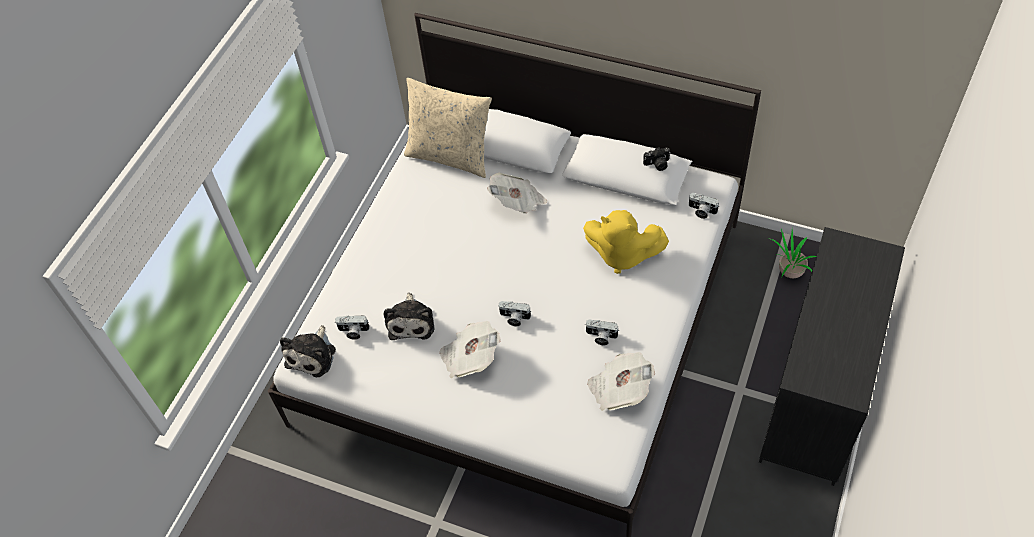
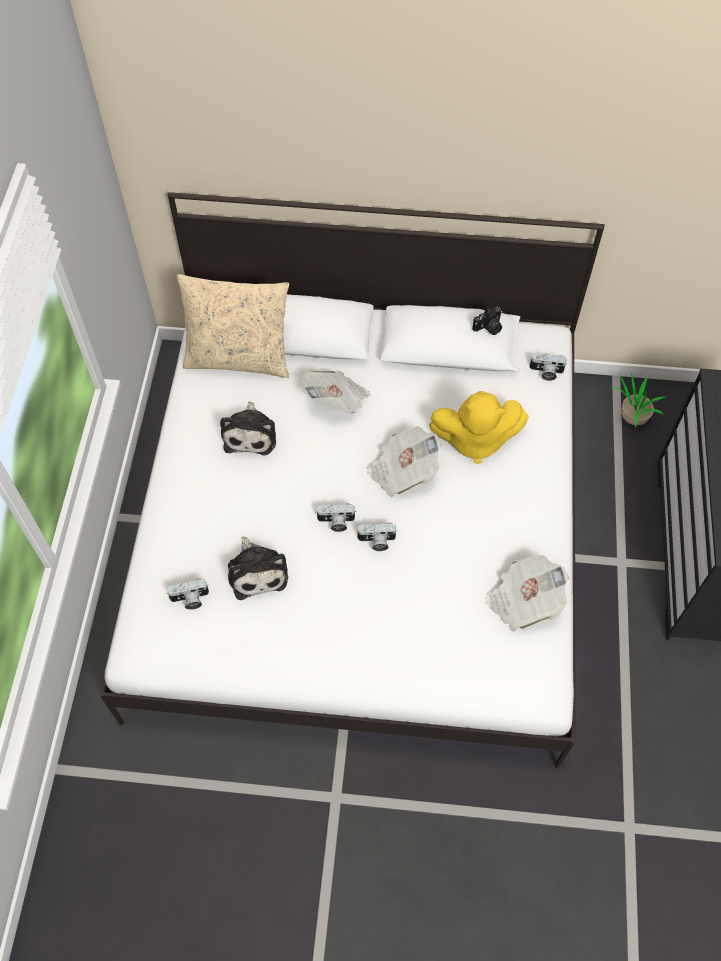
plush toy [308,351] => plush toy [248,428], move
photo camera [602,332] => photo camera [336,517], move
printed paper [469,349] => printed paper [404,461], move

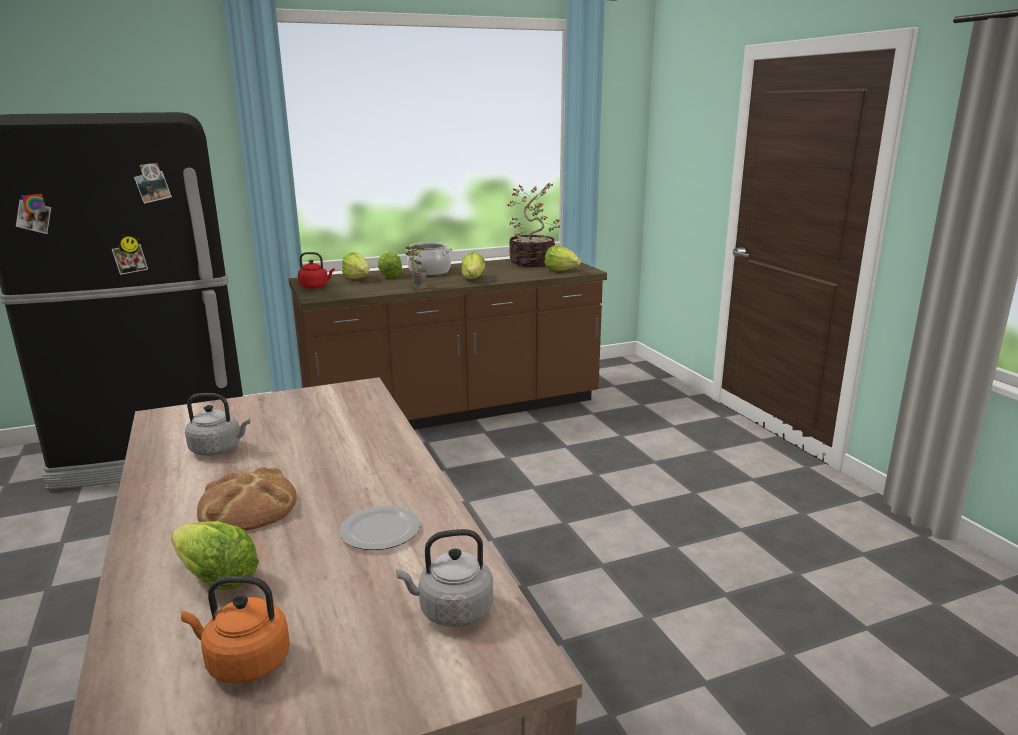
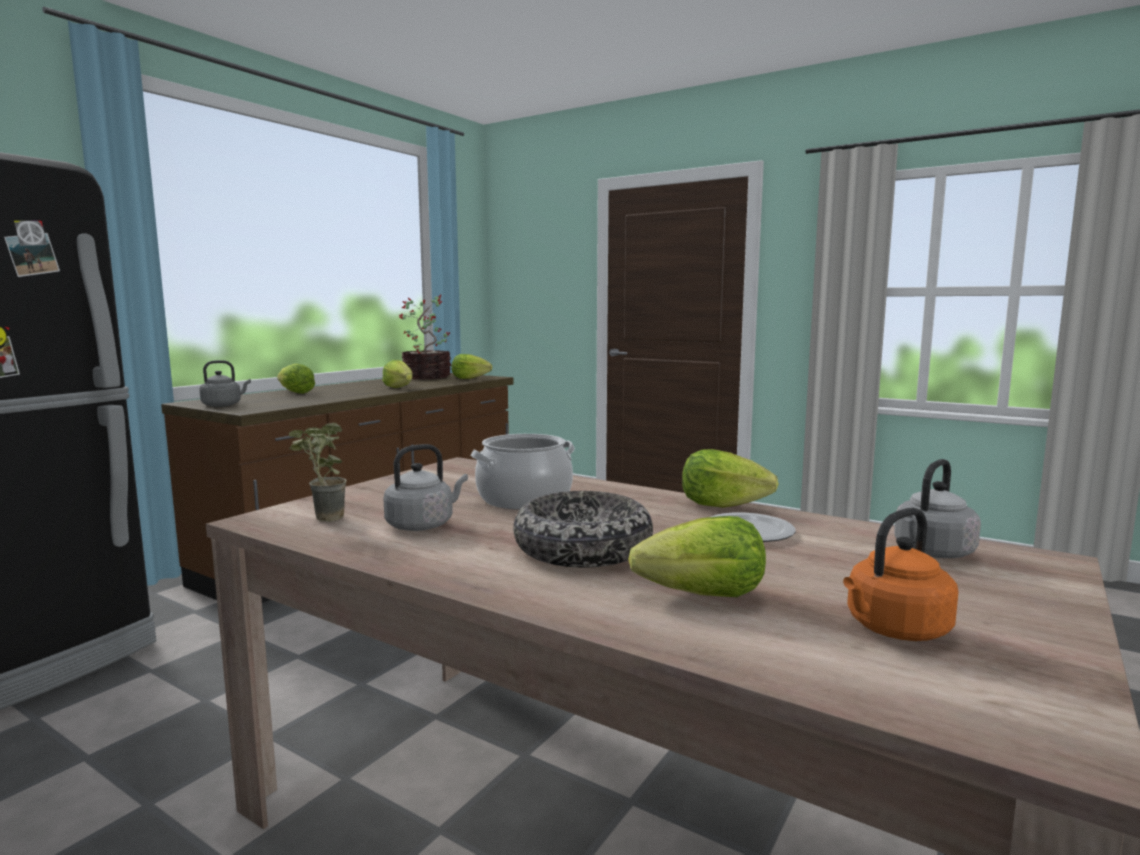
red water kettle [316,270] => gray water kettle [225,383]
plant in a pot [416,267] => plant in a pot [318,472], move
stockpot [429,258] => stockpot [523,472], move
bakery bread [247,499] => serving bowl [583,529]
lettuce [355,265] => lettuce [730,478], move

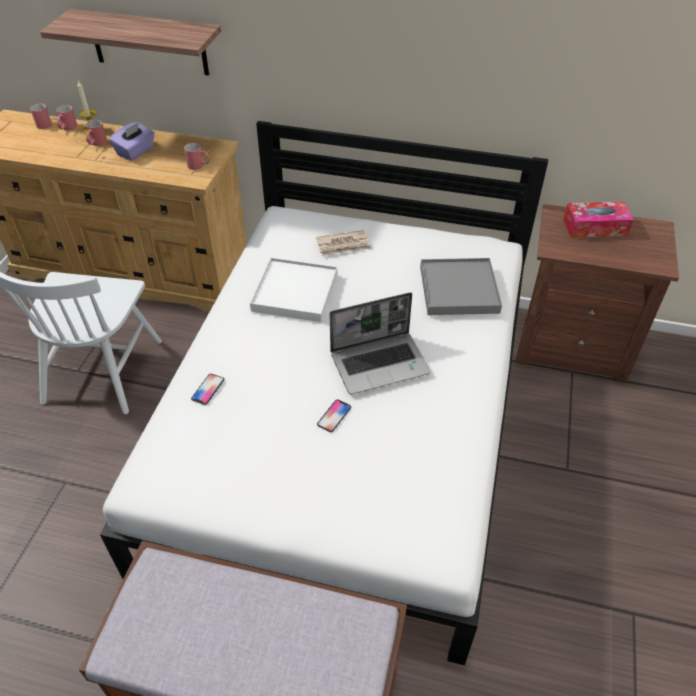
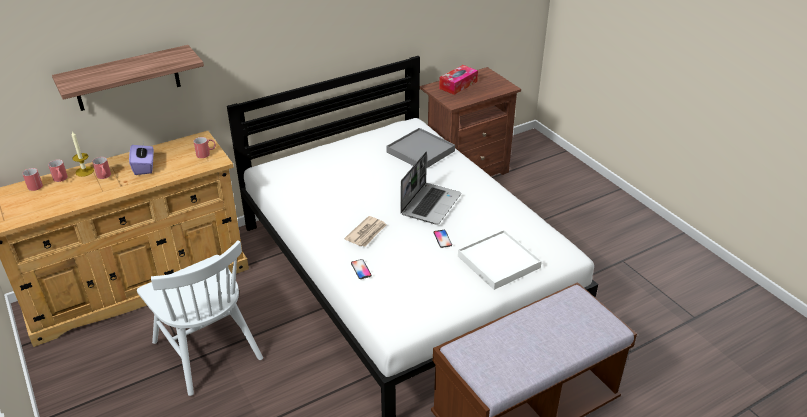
printed paper [344,243] => printed paper [365,231], move
white-coloured tray [293,289] => white-coloured tray [500,260], move

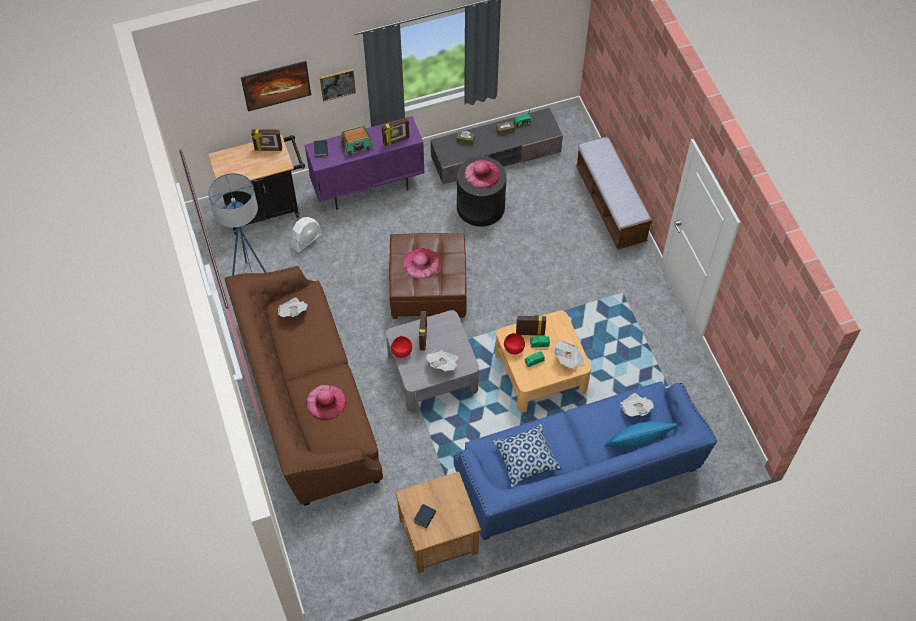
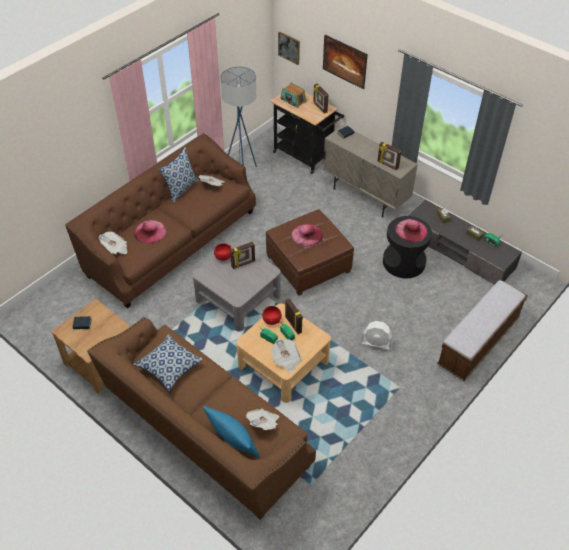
bluish settee [586,461] => brown-coloured settee [201,418]
printed paper [442,360] => printed paper [113,243], move
nothing => cushion [179,175]
picture [338,85] => picture [289,48], move
radio receiver [357,140] => radio receiver [293,95], move
purple cabinet [364,163] => beige-coloured cabinet [370,171]
white-coloured fan [306,235] => white-coloured fan [376,335], move

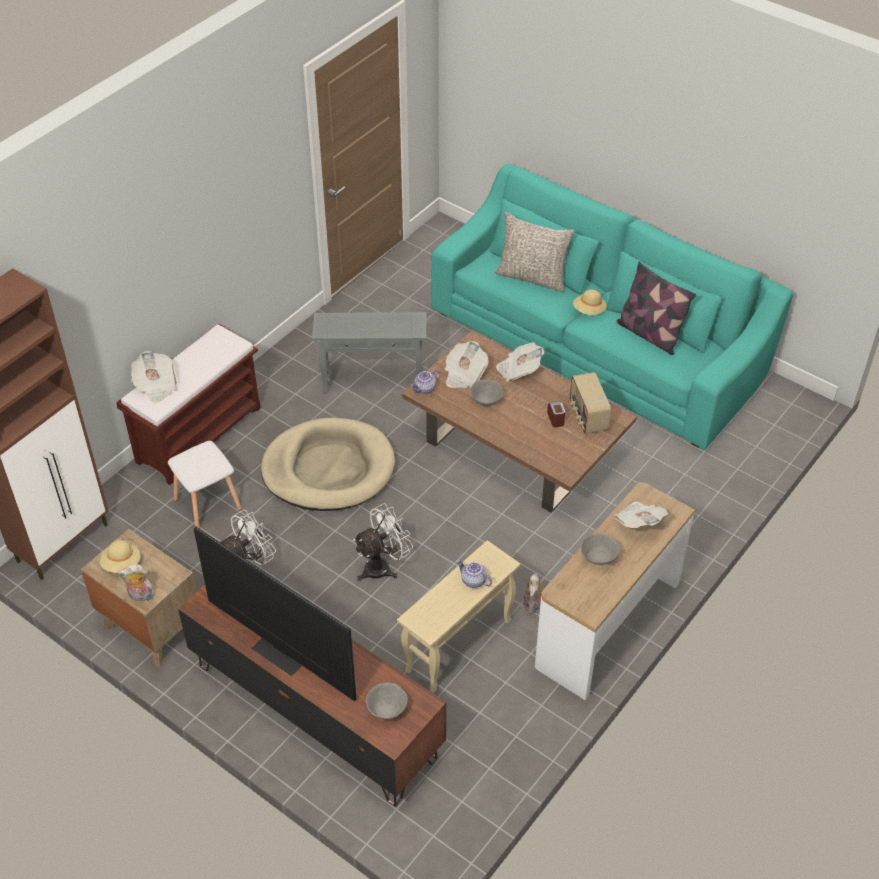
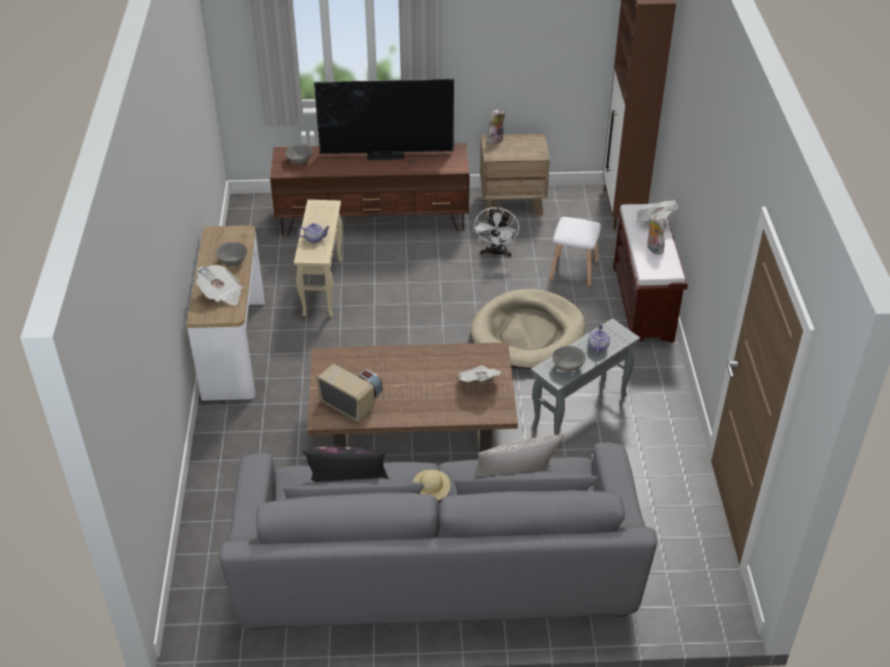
turquoise-coloured settee [612,307] => gray settee [438,536]
gray serving bowl [487,392] => gray serving bowl [569,359], move
tea pot [425,381] => tea pot [599,338], move
plush toy [532,593] => plush toy [656,235], move
beige-coloured clothing hat [120,556] => nothing
white-coloured fan [383,542] => nothing
printed paper [520,361] => nothing

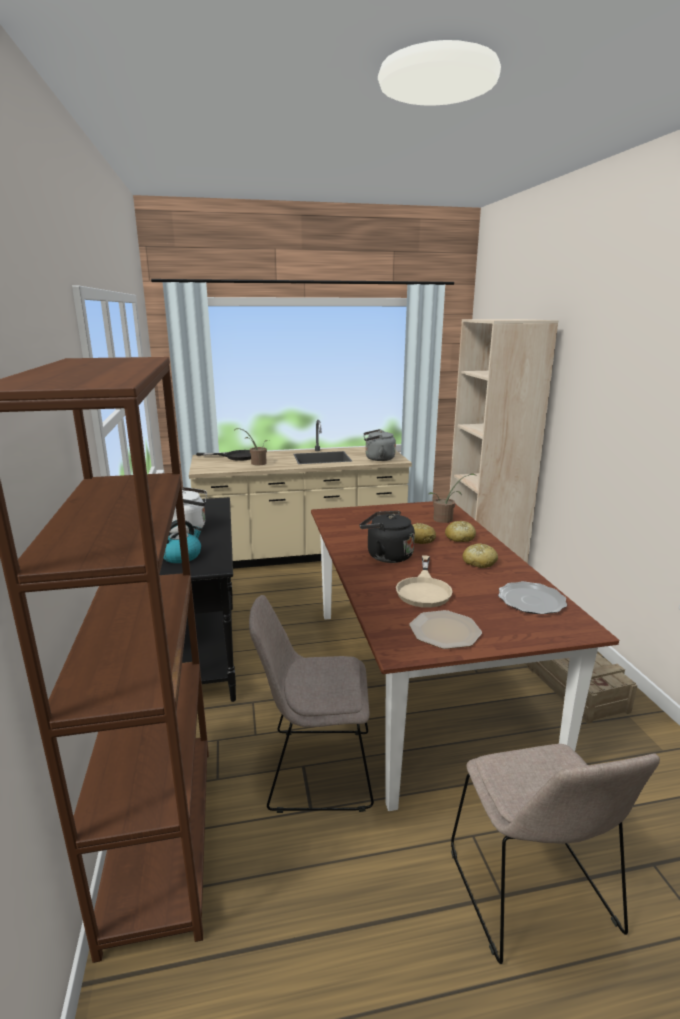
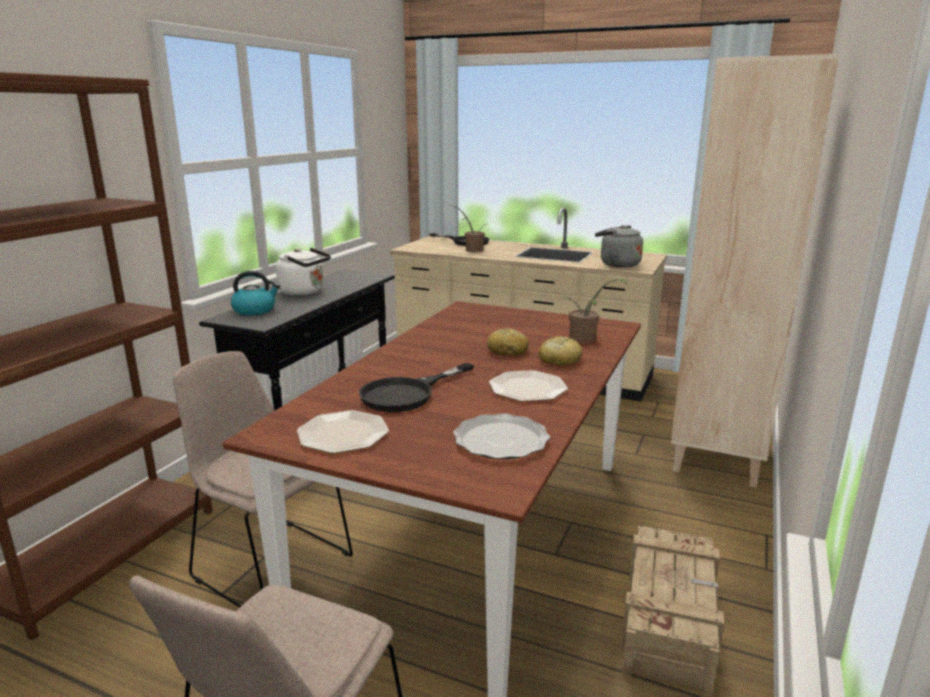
beige-coloured skillet [424,582] => black-coloured skillet [416,387]
bakery bread [480,555] => plate [528,386]
black-coloured water kettle [387,537] => nothing

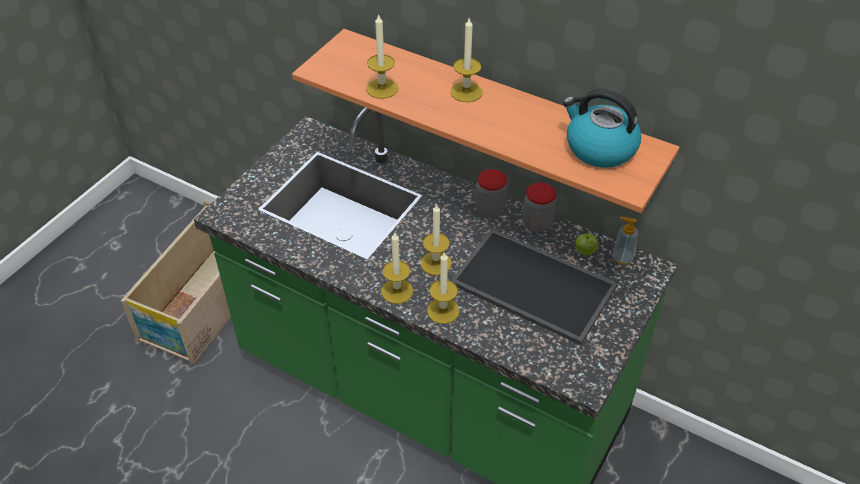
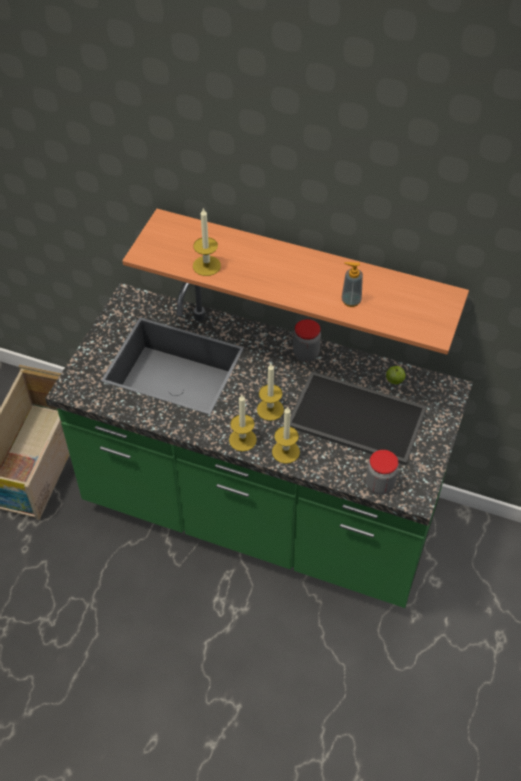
soap bottle [625,241] => soap bottle [352,284], move
storage jar [539,207] => storage jar [382,472], move
wax candle [466,60] => nothing
water kettle [602,128] => nothing

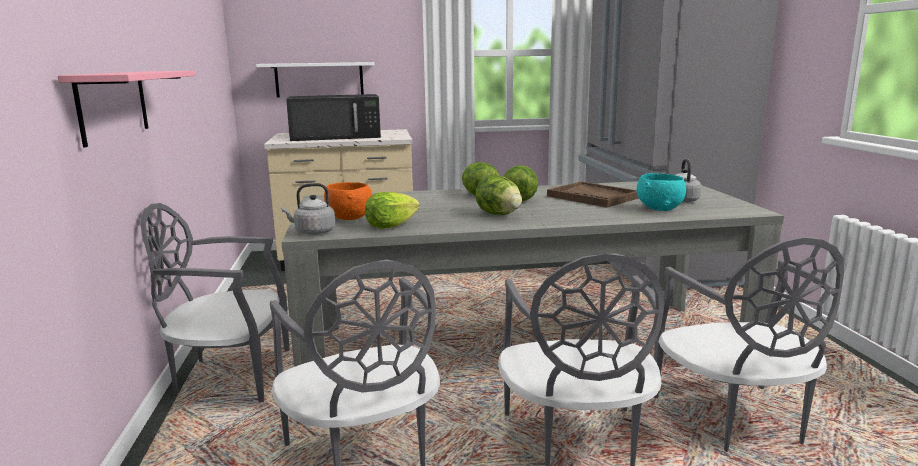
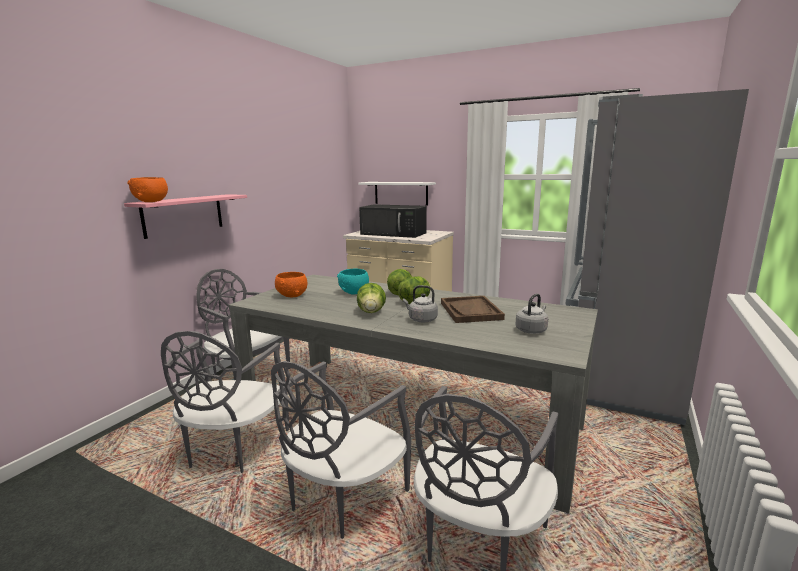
nothing => orange serving bowl [147,189]
turquoise-coloured serving bowl [661,192] => turquoise-coloured serving bowl [353,281], move
gray water kettle [308,209] => gray water kettle [420,303], move
lettuce [392,210] => nothing

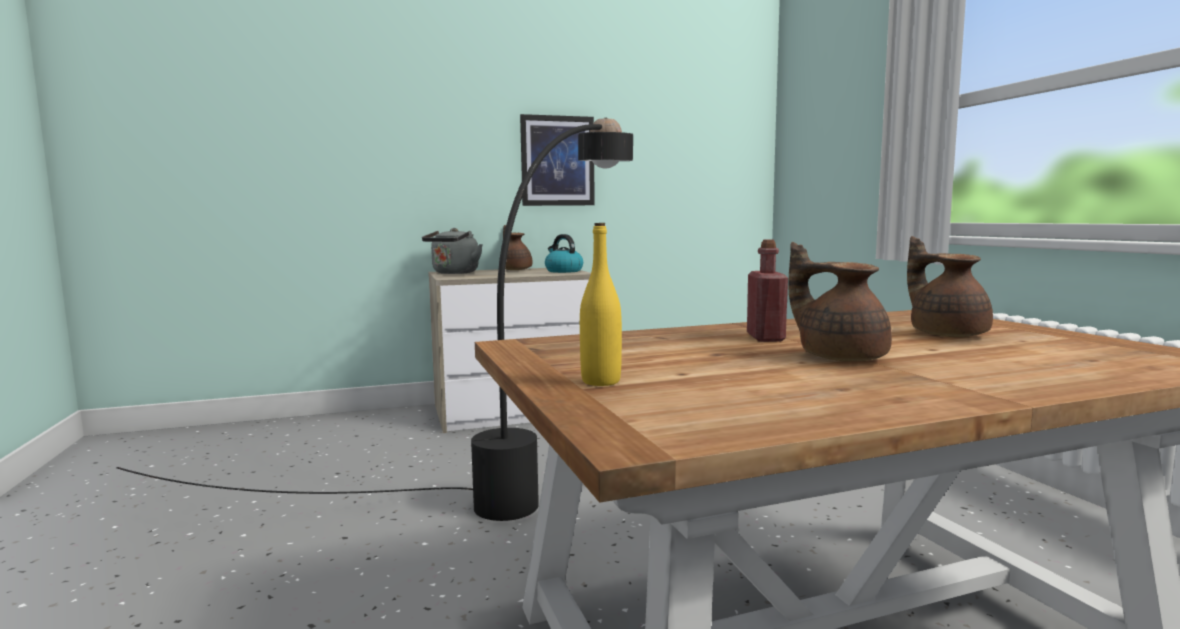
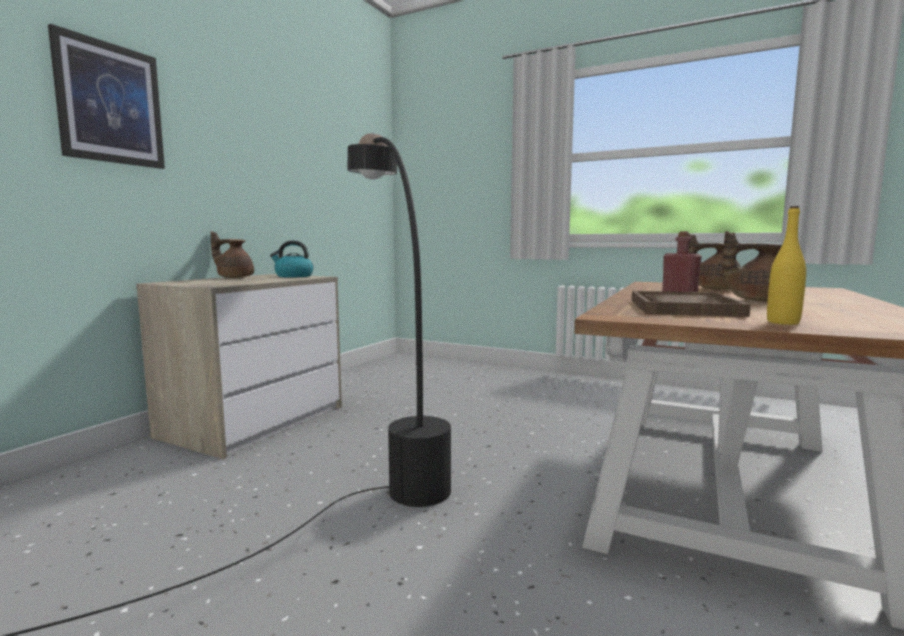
picture [557,160] => picture [106,96], move
nothing => brown-coloured tray [691,304]
gray water kettle [452,251] => nothing

